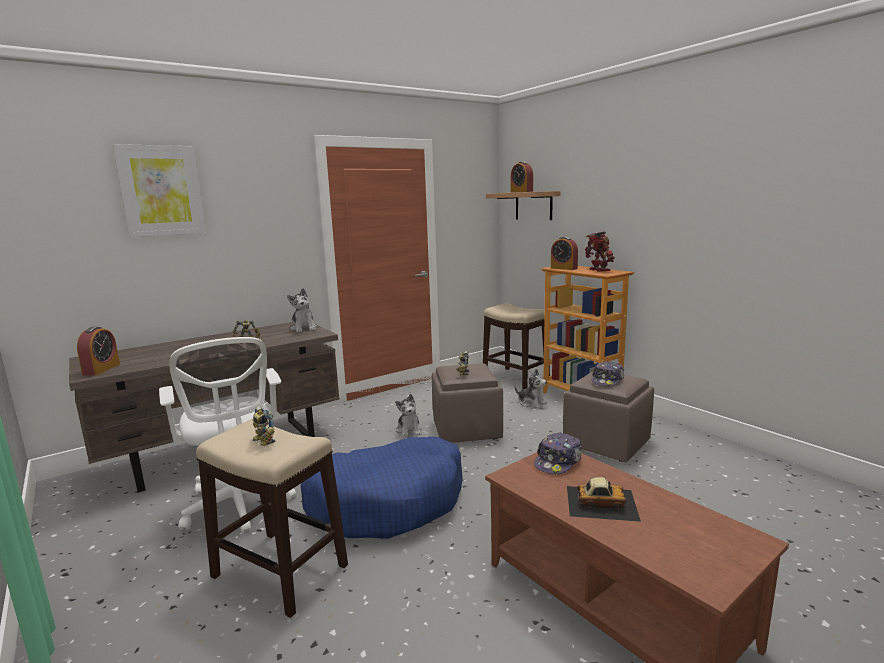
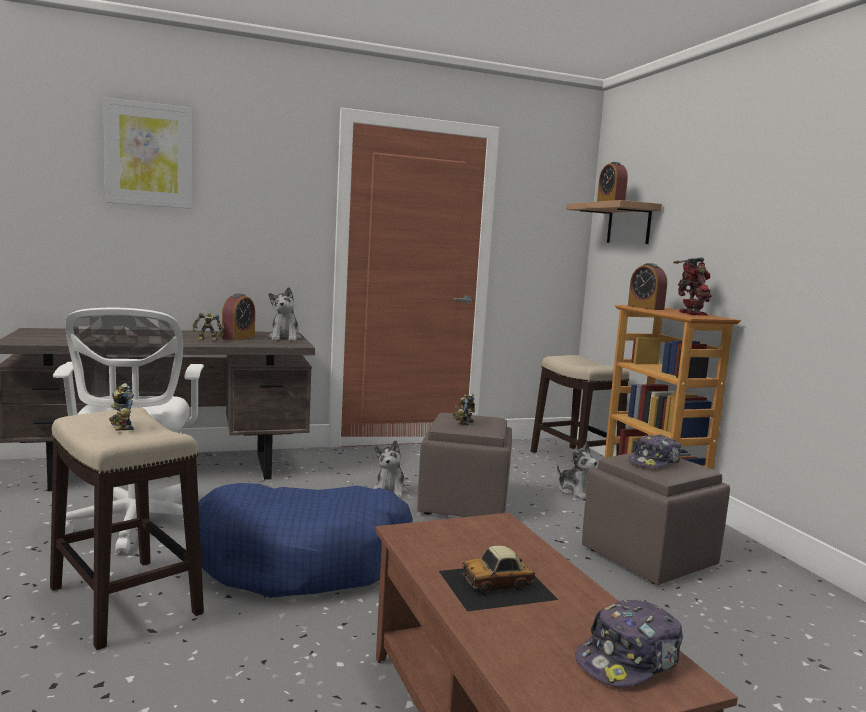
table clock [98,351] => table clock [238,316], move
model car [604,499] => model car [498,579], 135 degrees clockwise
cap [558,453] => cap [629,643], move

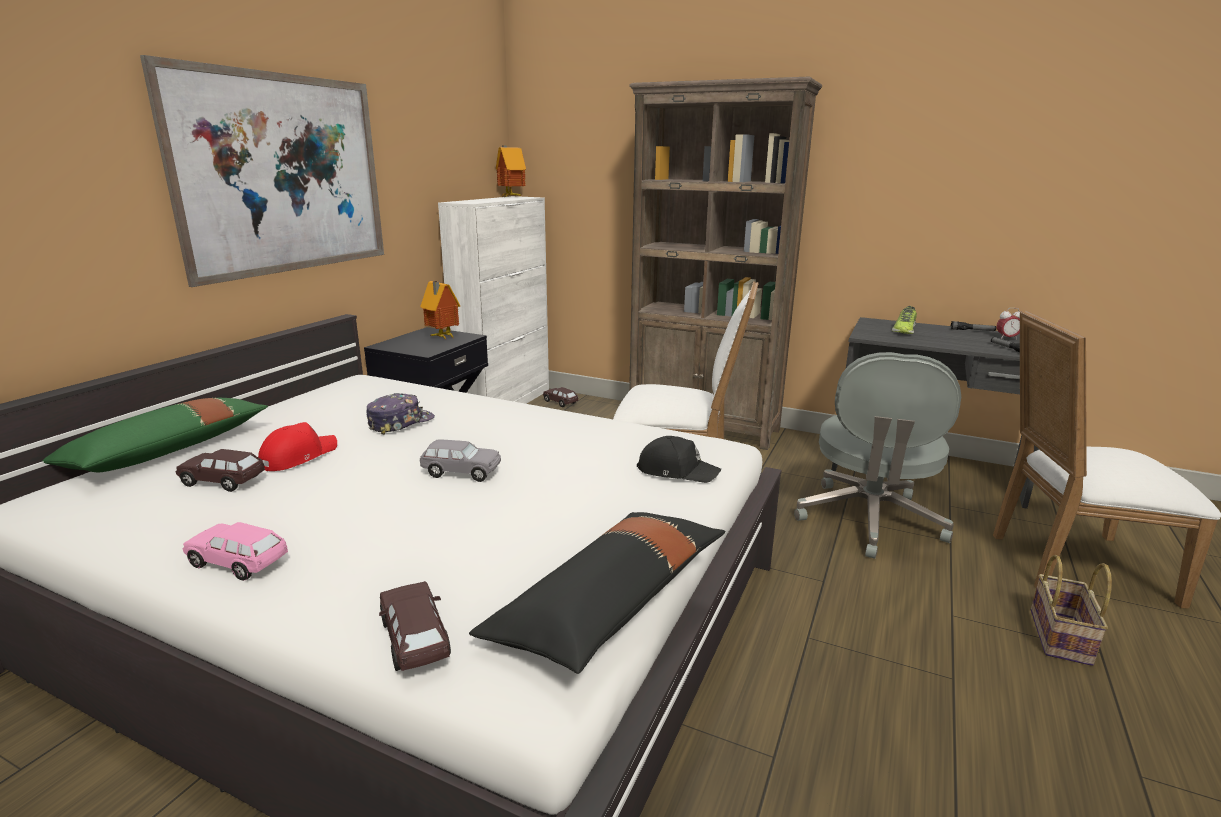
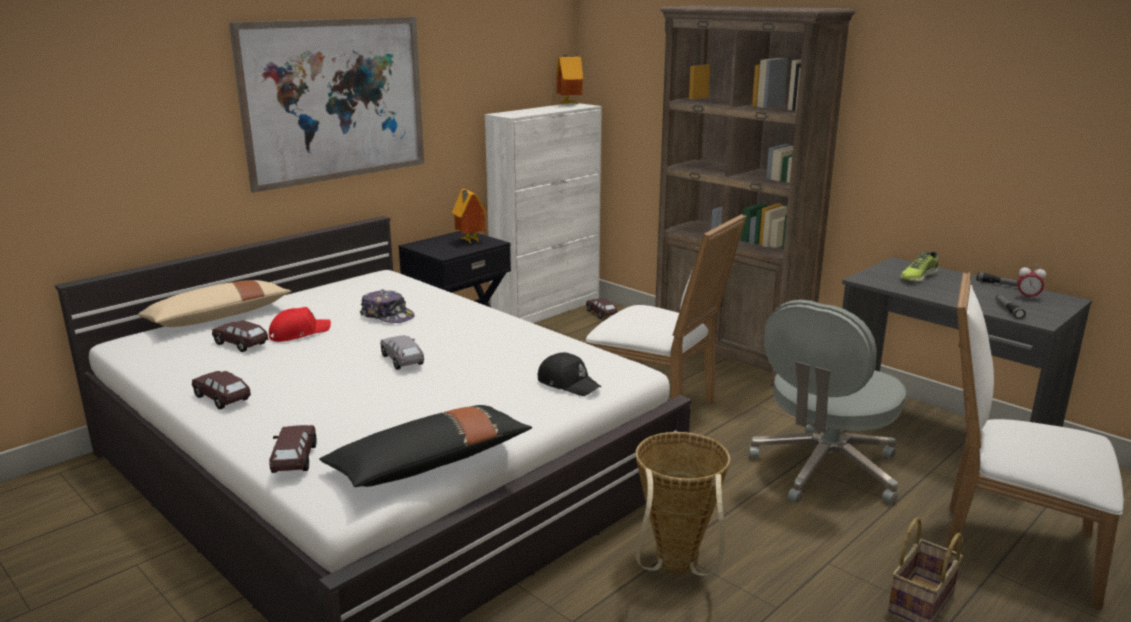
green-coloured cushion [155,435] => beige-coloured cushion [214,303]
pink-coloured model car [235,551] => brown-coloured model car [221,390]
cap [401,414] => cap [387,306], 60 degrees clockwise
gray model car [460,460] => gray model car [402,352], 150 degrees counterclockwise
nothing => household basket [683,504]

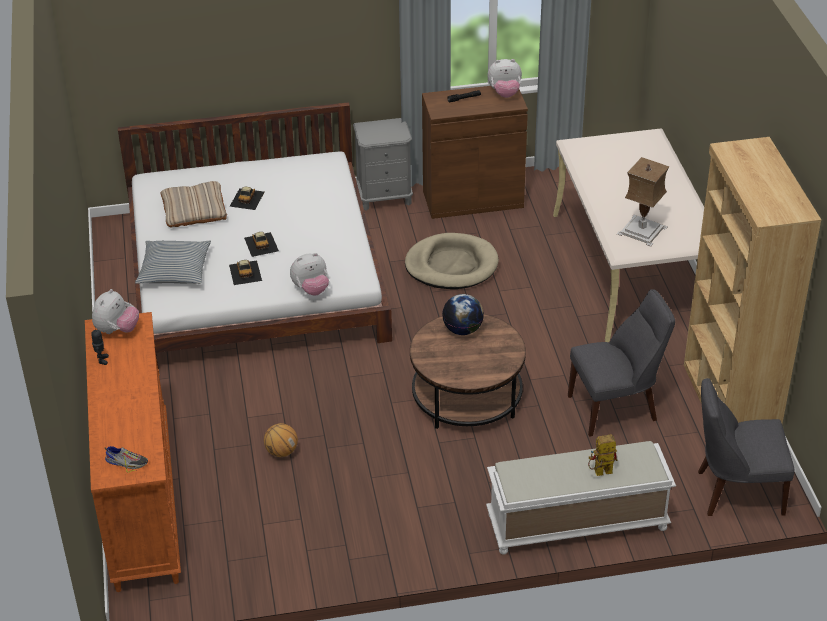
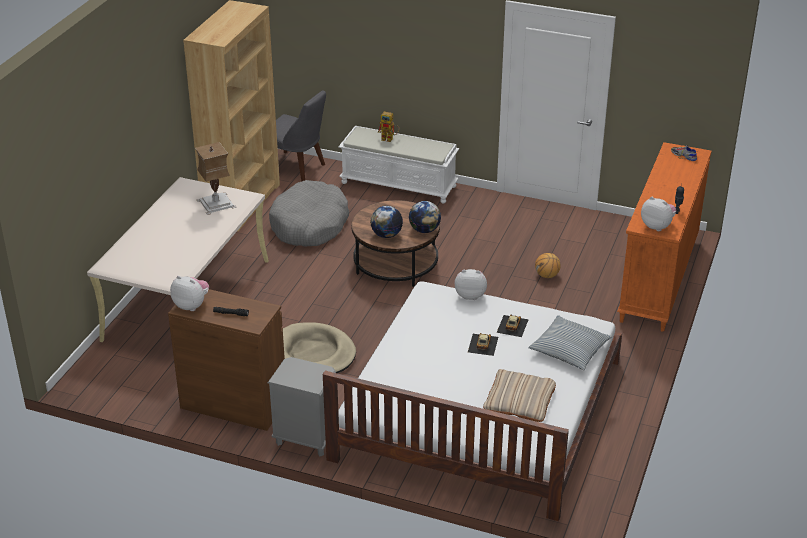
gray chair [621,362] => gray dog cushion [309,213]
nothing => globe [425,217]
plush toy [115,311] => plush toy [658,214], 75 degrees clockwise
model car [246,198] => nothing

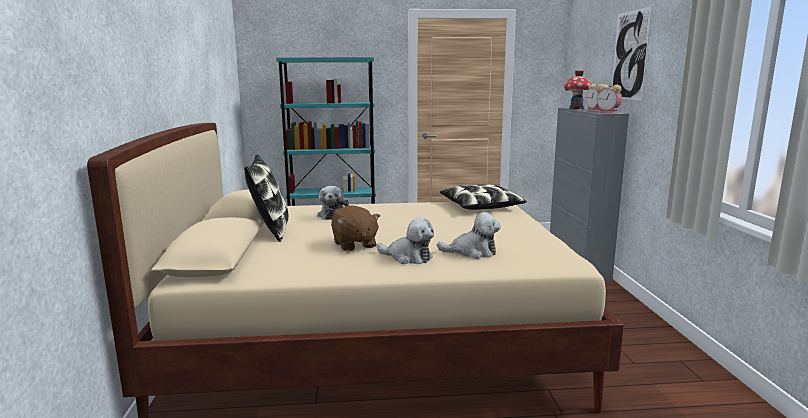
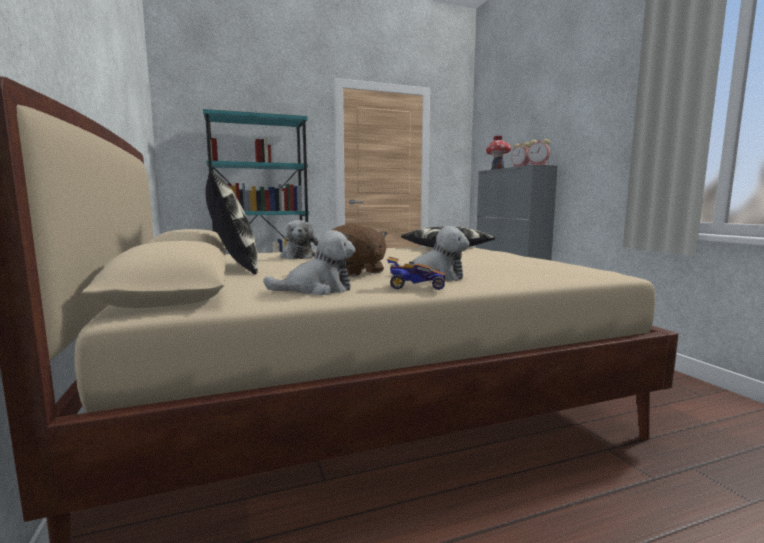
plush toy [469,235] => plush toy [309,262], move
nothing => model car [416,273]
picture [632,53] => nothing

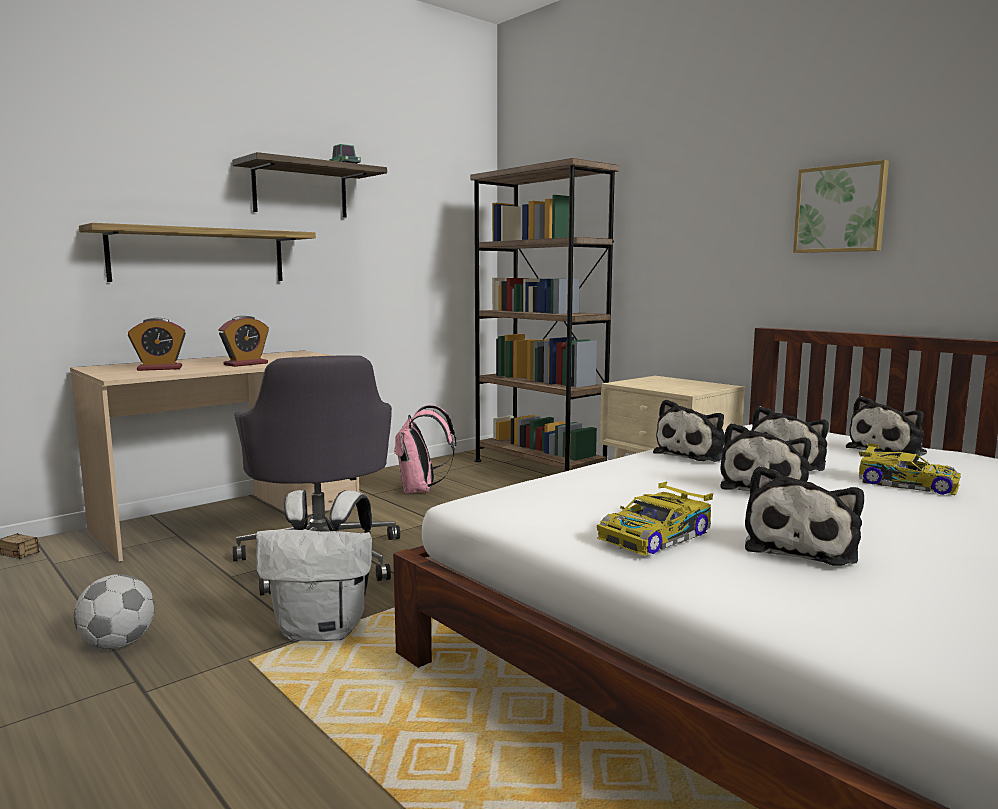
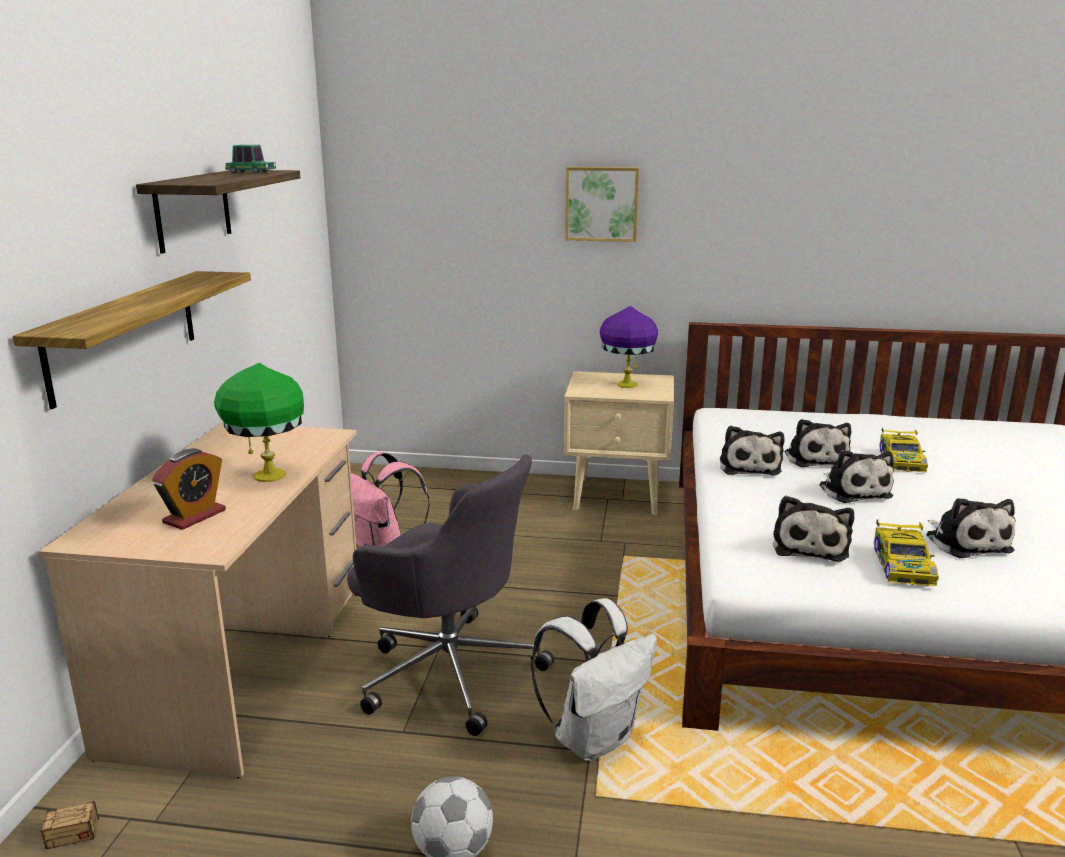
table clock [243,341] => green-coloured lamp for a table [259,422]
picture [841,206] => picture [602,204], move
nothing => purple lamp for a table [629,347]
plush toy [886,426] => plush toy [813,529], move
model car [910,469] => model car [903,450], 105 degrees clockwise
brown-coloured shelving unit [544,314] => nothing

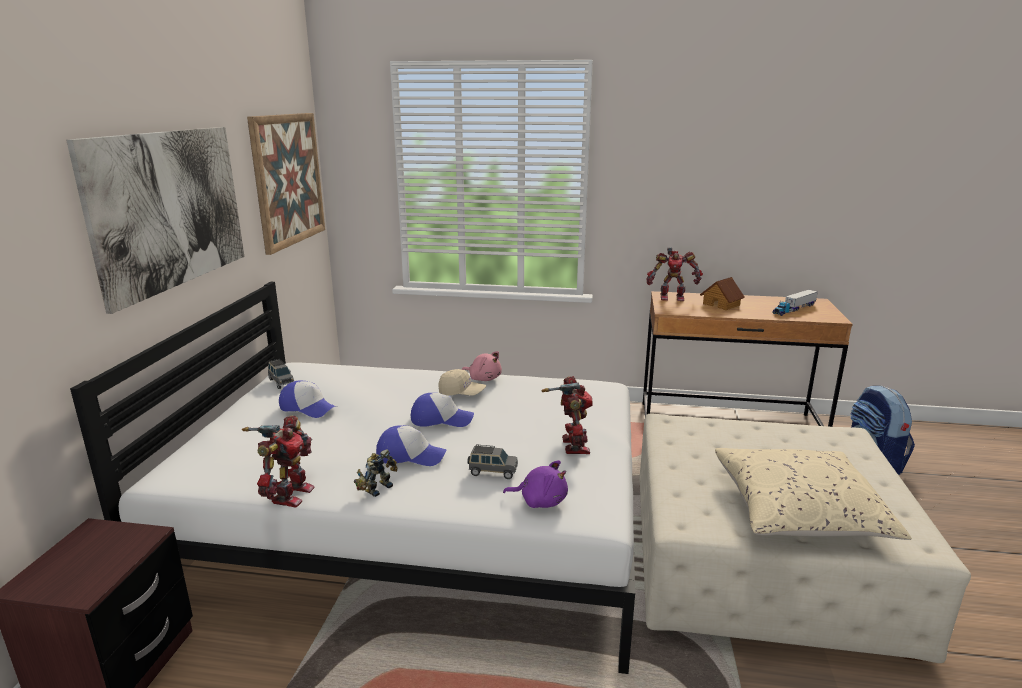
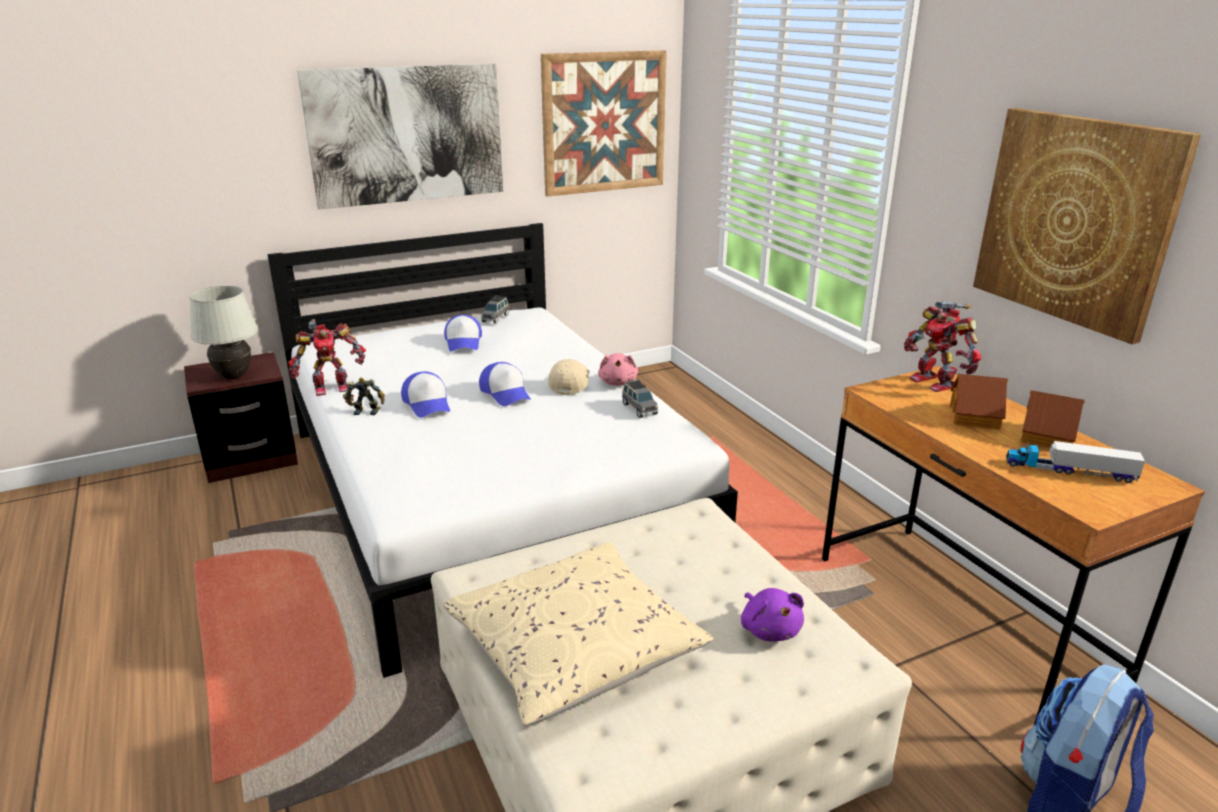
nothing => white-coloured lamp for a table [223,333]
beige-coloured cap [462,382] => beige-coloured cap [569,377], 150 degrees counterclockwise
gray model car [493,461] => gray model car [640,398], move
purple plush toy [535,484] => purple plush toy [772,614], move
nothing => picture [1087,226]
nothing => model house [1053,419]
robot figure [567,415] => nothing

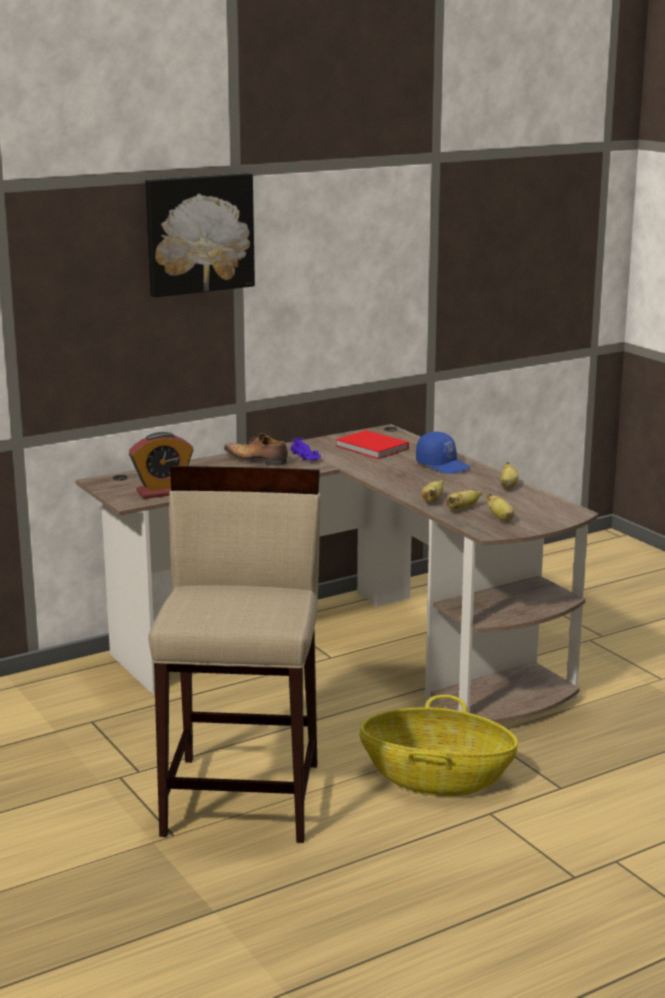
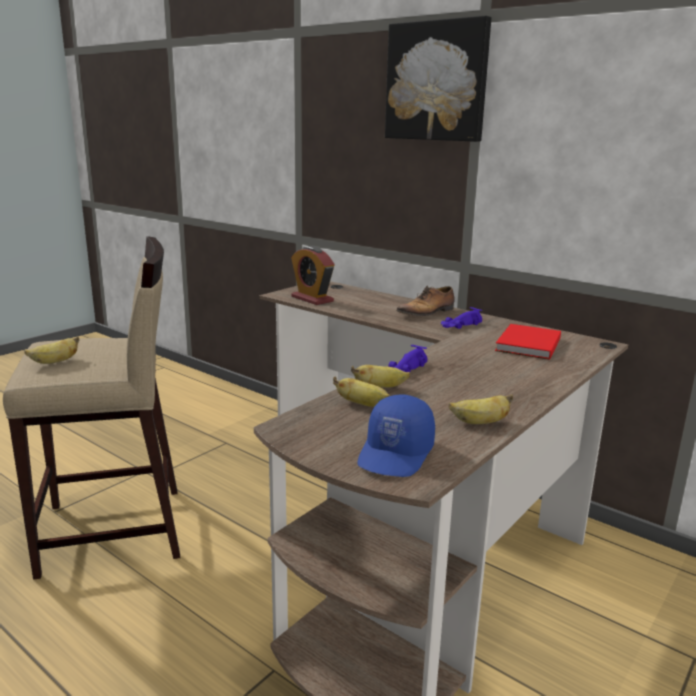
banana [500,507] => banana [51,350], move
bluish cap [443,453] => bluish cap [396,435], move
nothing => purple model car [406,358]
item of footwear [256,449] => item of footwear [425,300], 135 degrees counterclockwise
household basket [439,745] => nothing

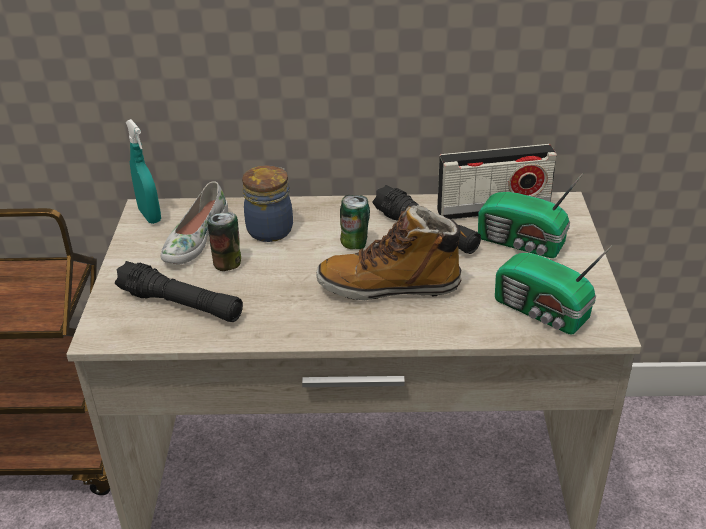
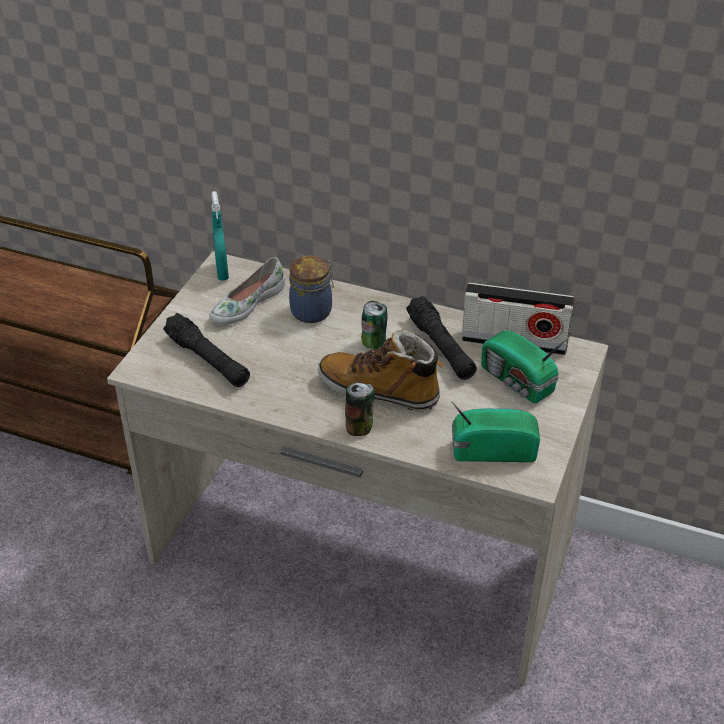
metal can [224,241] => metal can [360,409], move
radio receiver [554,290] => radio receiver [496,432], 120 degrees clockwise

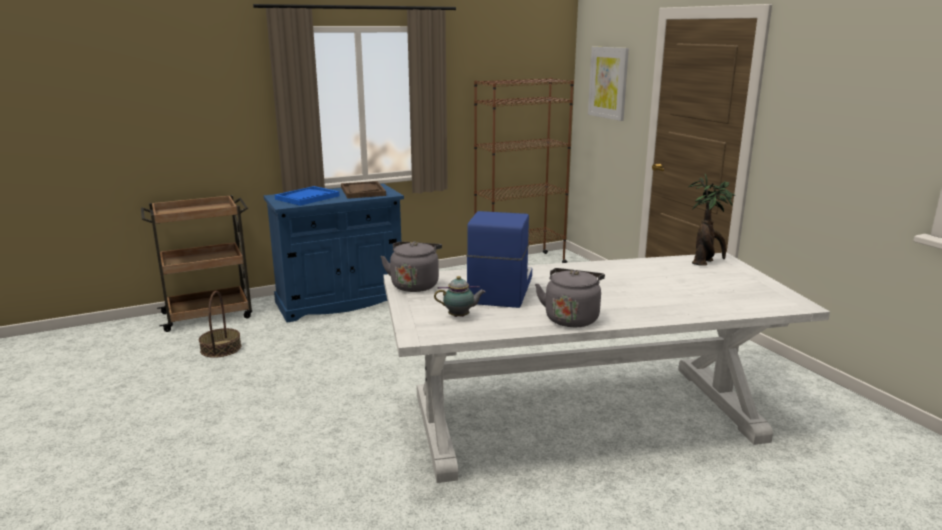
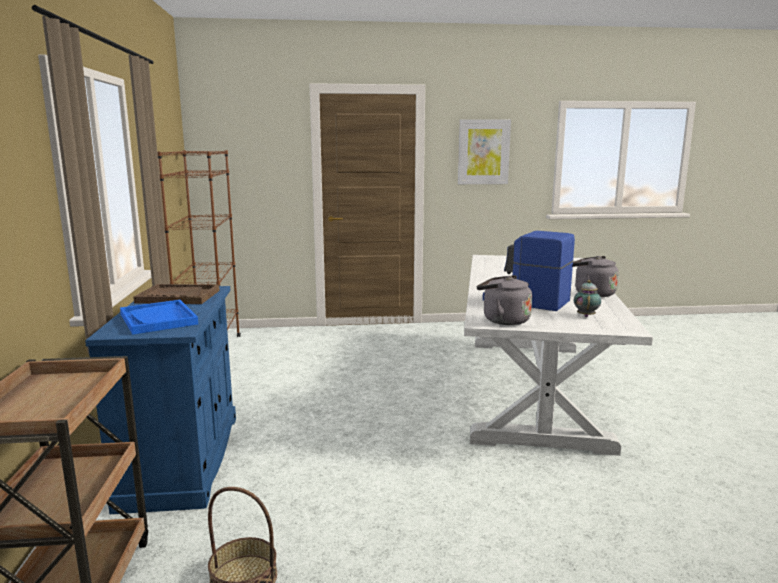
picture [608,84] => picture [484,151], move
plant in a pot [712,220] => nothing

